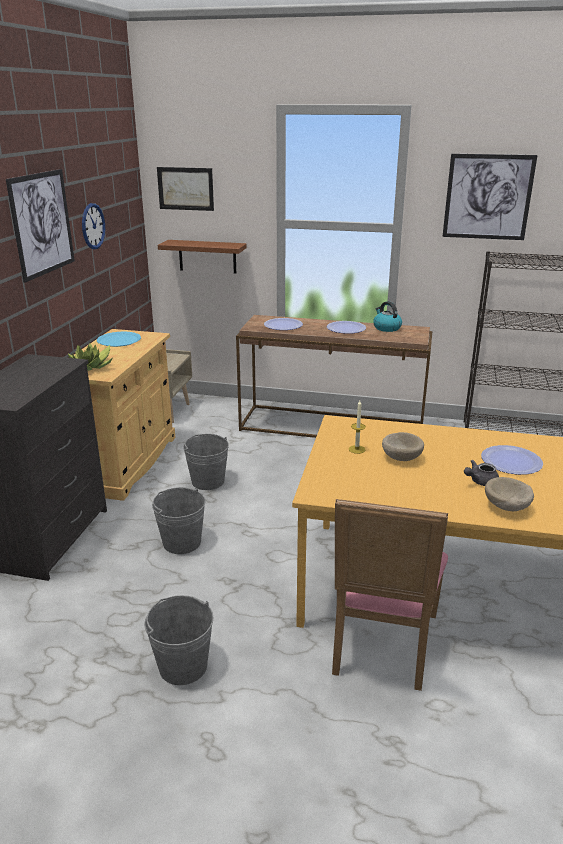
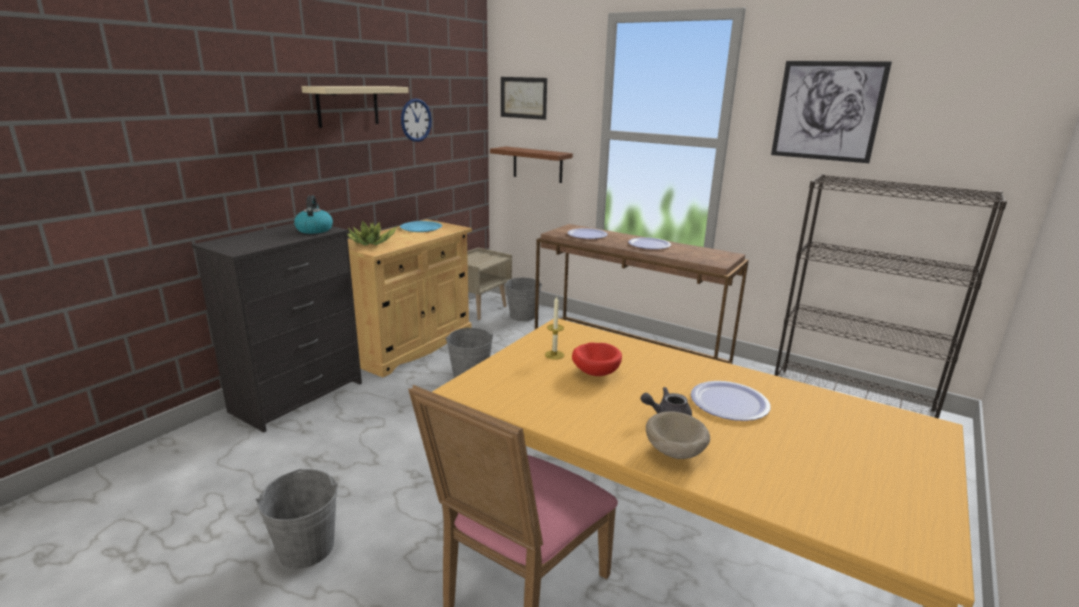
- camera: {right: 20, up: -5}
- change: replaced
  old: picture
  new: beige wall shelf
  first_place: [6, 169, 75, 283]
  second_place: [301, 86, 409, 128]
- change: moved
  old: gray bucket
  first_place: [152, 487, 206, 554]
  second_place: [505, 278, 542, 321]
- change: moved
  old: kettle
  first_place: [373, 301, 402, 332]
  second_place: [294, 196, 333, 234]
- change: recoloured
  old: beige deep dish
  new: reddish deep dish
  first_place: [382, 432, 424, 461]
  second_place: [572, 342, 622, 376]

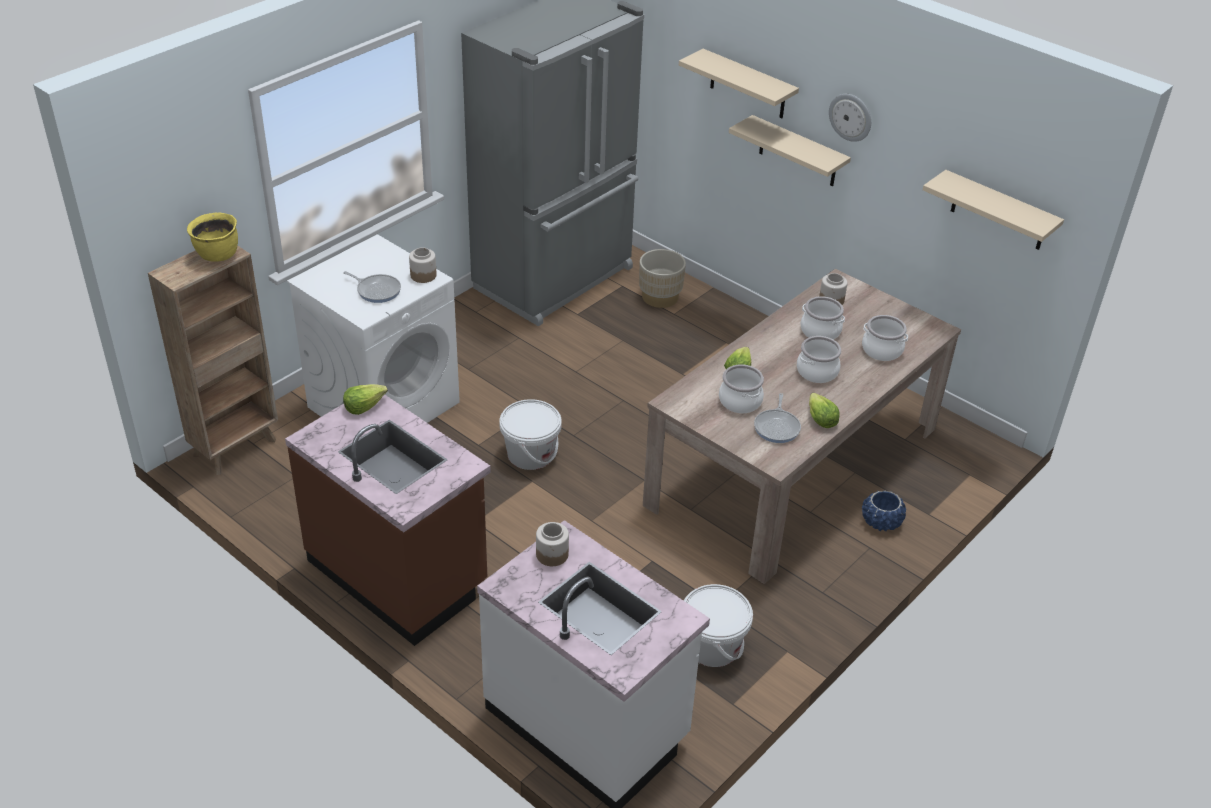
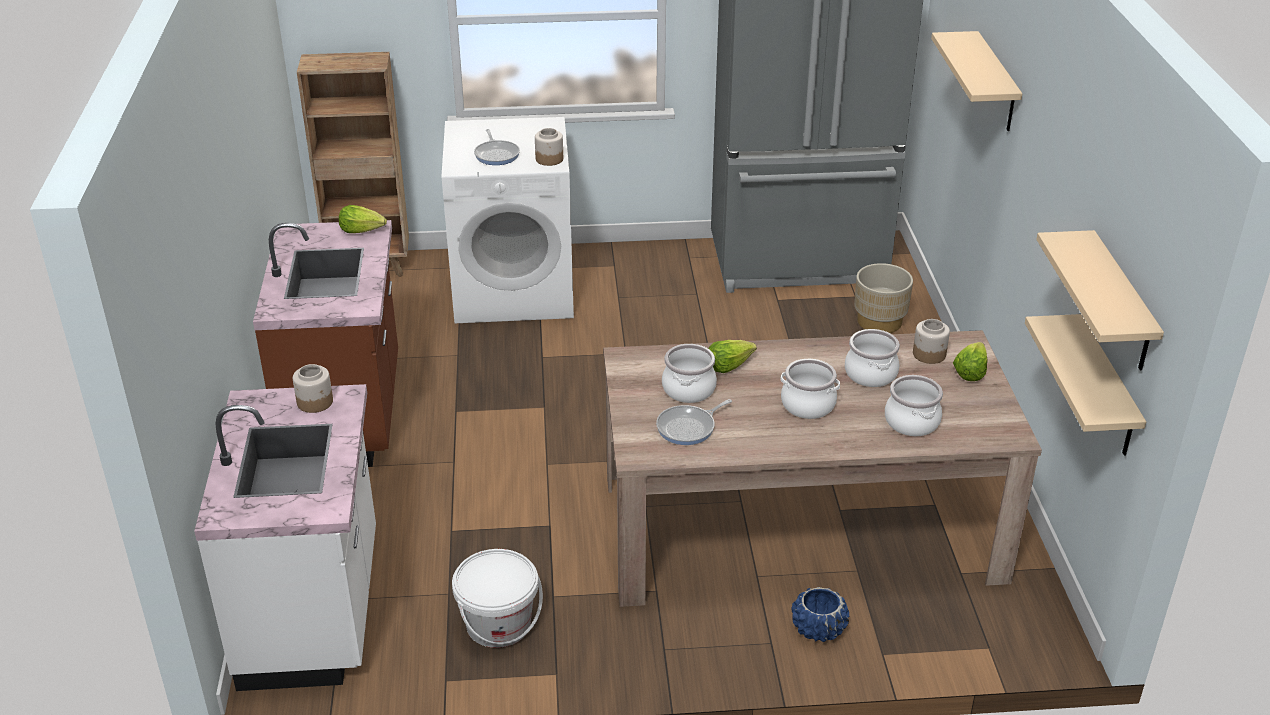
- camera: {right: 45, up: -5}
- change: removed
  old: yellow cooking pot
  first_place: [187, 212, 238, 262]
- change: removed
  old: white bucket
  first_place: [499, 399, 562, 470]
- change: moved
  old: beige wall shelf
  first_place: [729, 115, 851, 186]
  second_place: [1025, 314, 1146, 455]
- change: moved
  old: lettuce
  first_place: [809, 393, 839, 428]
  second_place: [953, 342, 988, 381]
- change: removed
  old: hanging clock
  first_place: [829, 94, 871, 142]

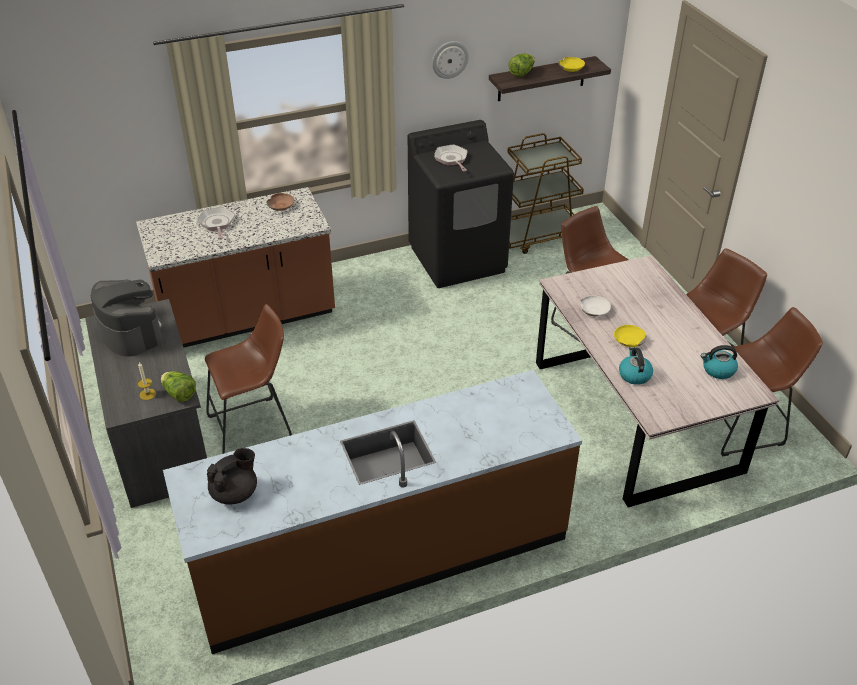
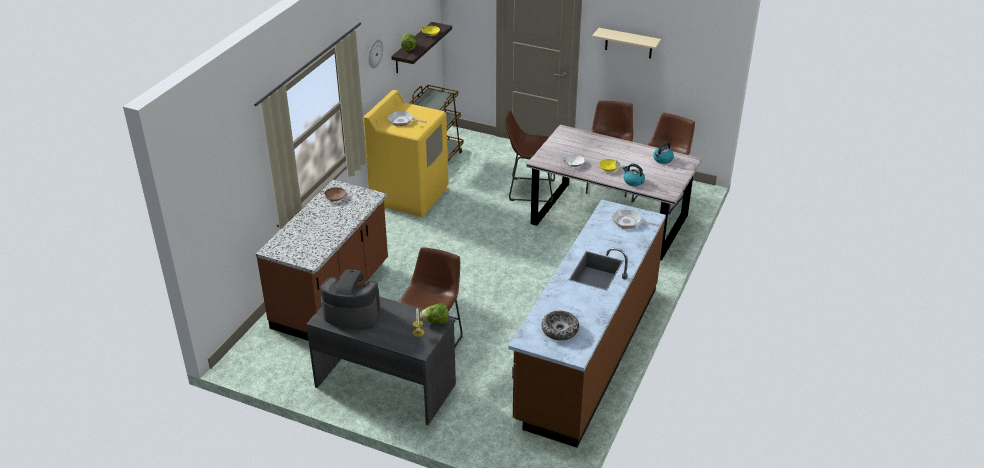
- camera: {right: -45, up: -5}
- change: moved
  old: skillet
  first_place: [197, 207, 235, 239]
  second_place: [612, 210, 659, 228]
- change: replaced
  old: black-coloured teapot
  new: deep dish
  first_place: [207, 448, 257, 505]
  second_place: [541, 311, 579, 340]
- change: recoloured
  old: black-coloured laundry appliance
  new: yellow laundry appliance
  first_place: [408, 120, 514, 288]
  second_place: [364, 90, 448, 217]
- change: added
  new: beige wall shelf
  second_place: [592, 28, 661, 58]

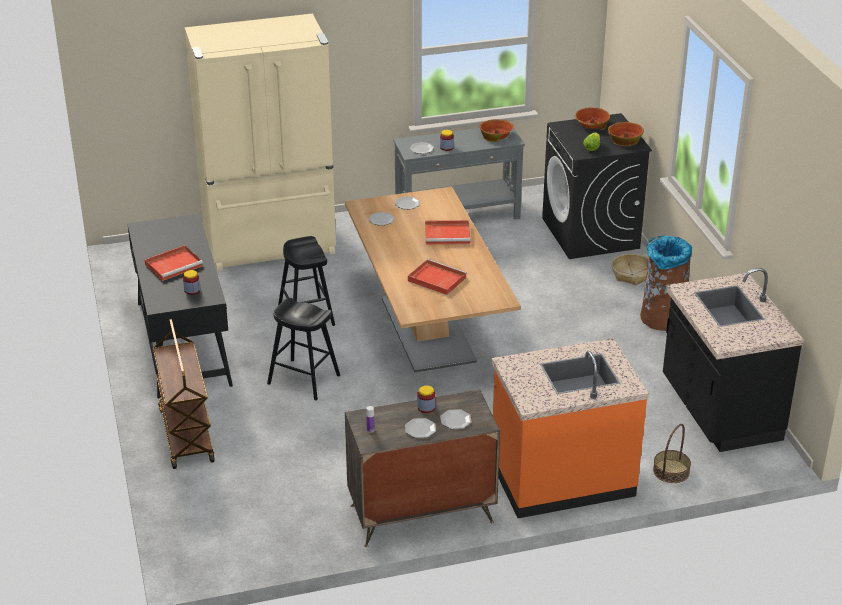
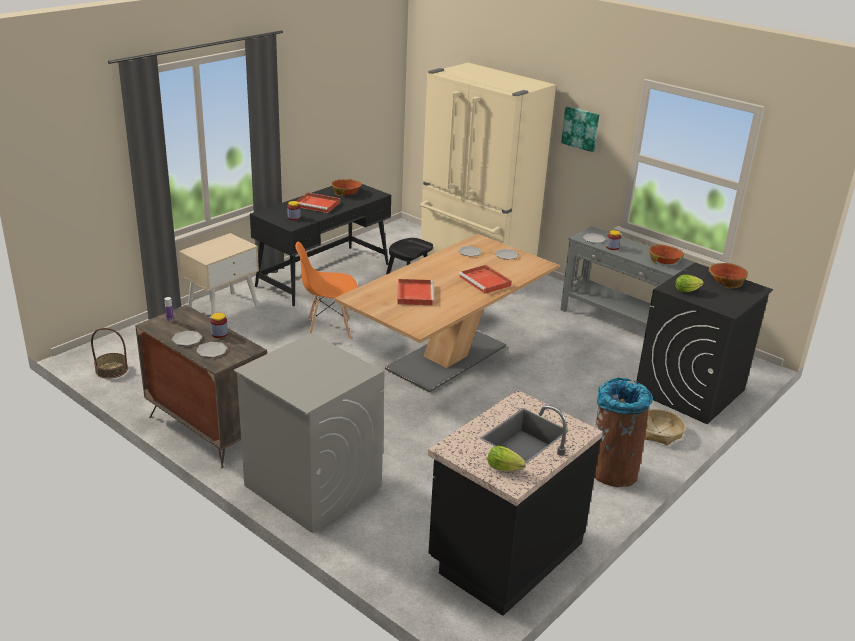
- camera: {right: 55, up: -5}
- change: replaced
  old: brownish trolley
  new: beige nightstand
  first_place: [153, 319, 215, 469]
  second_place: [179, 233, 259, 316]
- change: replaced
  old: black-coloured sitting stool
  new: orangey chair
  first_place: [267, 298, 340, 400]
  second_place: [295, 241, 358, 339]
- change: replaced
  old: orangey counter
  new: gray laundry appliance
  first_place: [492, 338, 649, 518]
  second_place: [234, 333, 385, 533]
- change: moved
  old: deep dish
  first_place: [608, 122, 644, 146]
  second_place: [332, 179, 362, 196]
- change: moved
  old: household basket
  first_place: [653, 424, 691, 483]
  second_place: [91, 328, 128, 379]
- change: added
  new: lettuce
  second_place: [488, 446, 526, 471]
- change: added
  new: picture
  second_place: [561, 106, 599, 152]

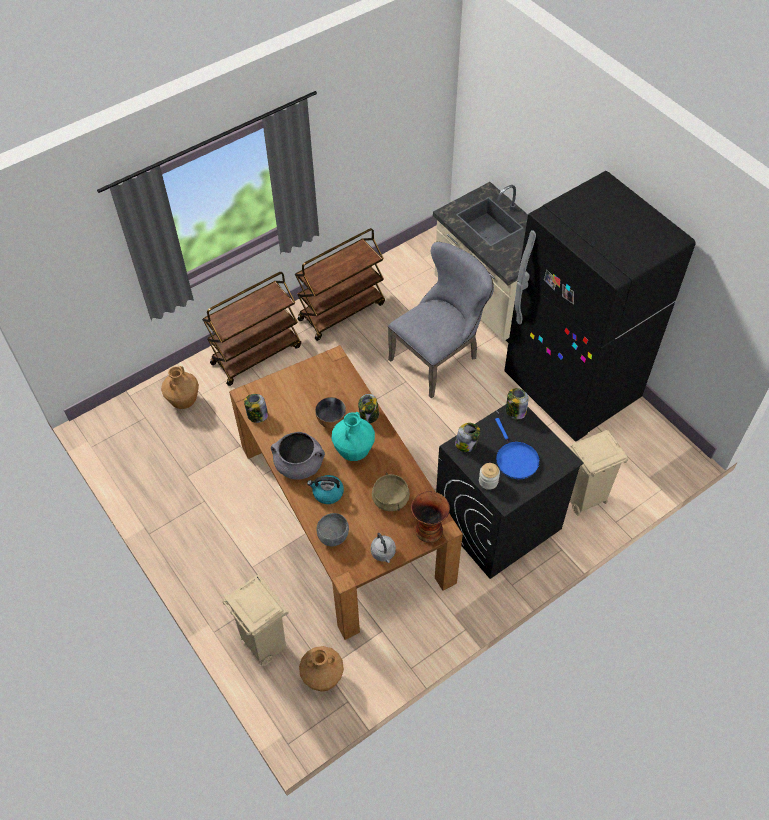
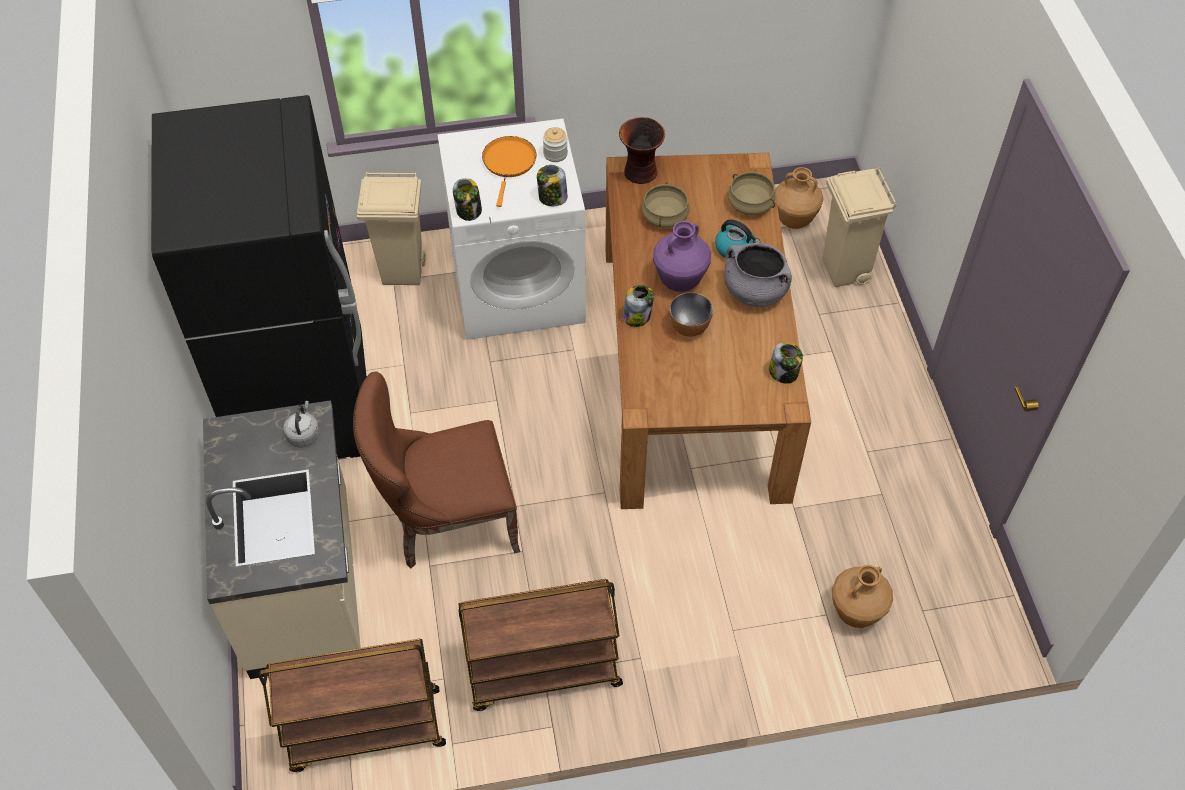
- camera: {right: -155, up: 0}
- change: moved
  old: brownish trolley
  first_place: [202, 272, 301, 386]
  second_place: [259, 639, 446, 772]
- change: replaced
  old: gray deep dish
  new: beige cooking pot
  first_place: [316, 513, 349, 546]
  second_place: [728, 172, 775, 215]
- change: recoloured
  old: blue-green decorative vase
  new: purple decorative vase
  first_place: [332, 412, 375, 461]
  second_place: [653, 221, 711, 292]
- change: moved
  old: gray kettle
  first_place: [371, 533, 396, 563]
  second_place: [283, 401, 320, 448]
- change: recoloured
  old: gray chair
  new: brownish chair
  first_place: [388, 242, 494, 398]
  second_place: [353, 371, 520, 568]
- change: recoloured
  old: black-coloured laundry appliance
  new: white laundry appliance
  first_place: [436, 405, 584, 579]
  second_place: [437, 119, 586, 340]
- change: recoloured
  old: blue-coloured skillet
  new: orangey skillet
  first_place: [495, 418, 540, 479]
  second_place: [482, 136, 537, 207]

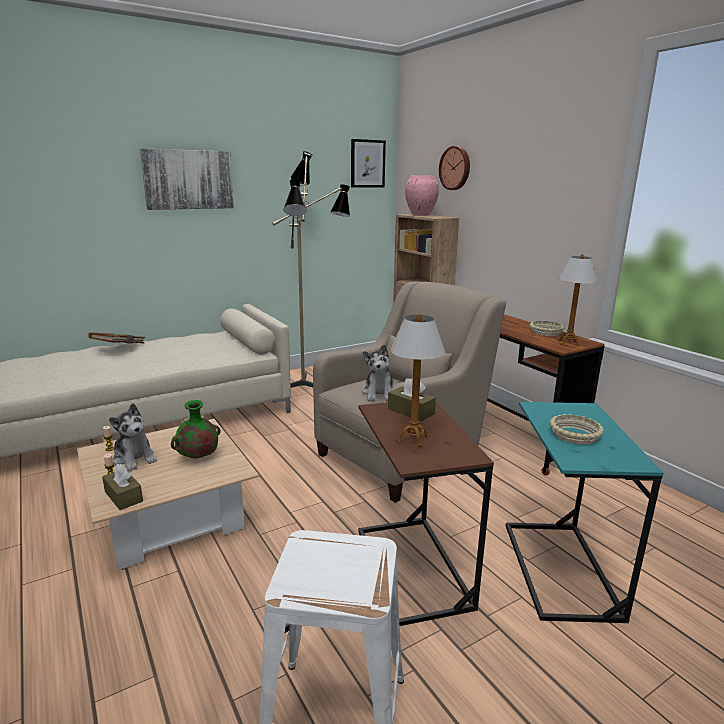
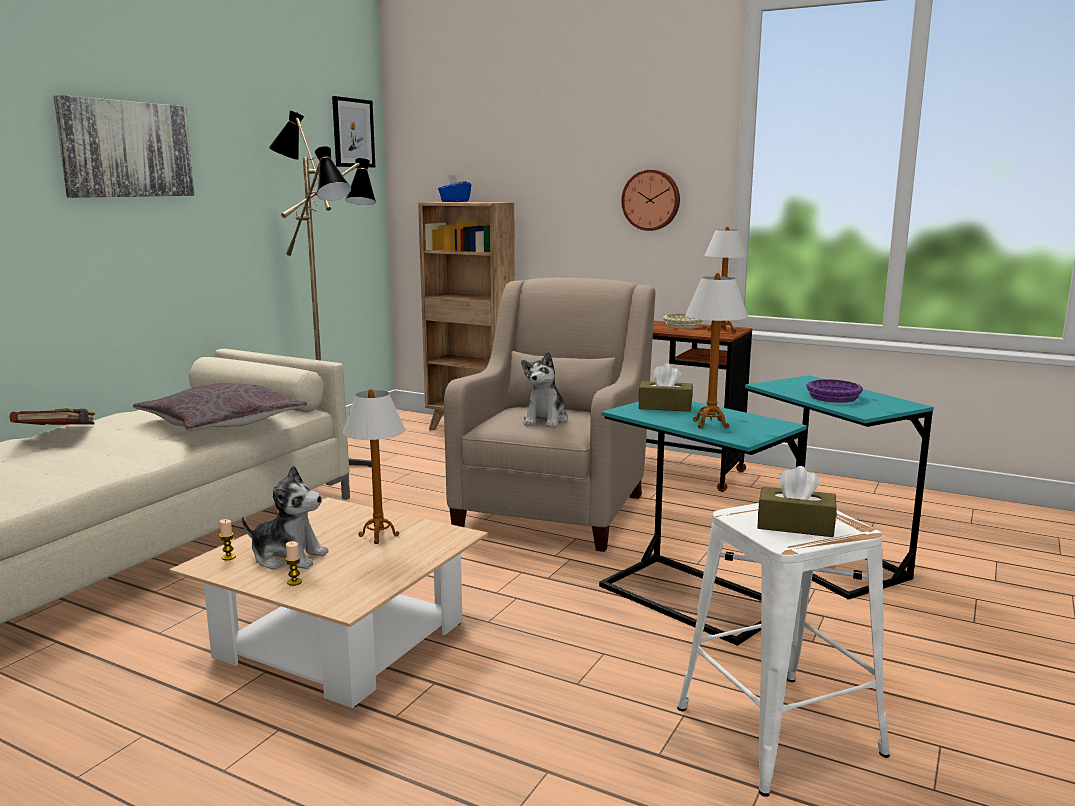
- camera: {right: -30, up: -5}
- change: moved
  old: brownish tissue holder
  first_place: [102, 464, 143, 510]
  second_place: [757, 466, 837, 537]
- change: replaced
  old: green decorative vase
  new: table lamp
  first_place: [171, 400, 220, 458]
  second_place: [342, 389, 405, 544]
- change: recoloured
  old: brownish accent table
  new: blue-green accent table
  first_place: [358, 402, 494, 626]
  second_place: [599, 401, 807, 646]
- change: turned
  old: cuddly toy
  first_place: [363, 345, 393, 401]
  second_place: [521, 352, 568, 428]
  degrees: 45
- change: replaced
  old: pink decorative vase
  new: blue-coloured tissue holder
  first_place: [405, 175, 439, 216]
  second_place: [438, 175, 471, 202]
- change: moved
  old: hanging clock
  first_place: [439, 146, 470, 190]
  second_place: [621, 170, 680, 231]
- change: recoloured
  old: beige deep dish
  new: purple deep dish
  first_place: [549, 414, 604, 445]
  second_place: [806, 379, 863, 403]
- change: added
  new: gray cushion
  second_place: [133, 383, 307, 431]

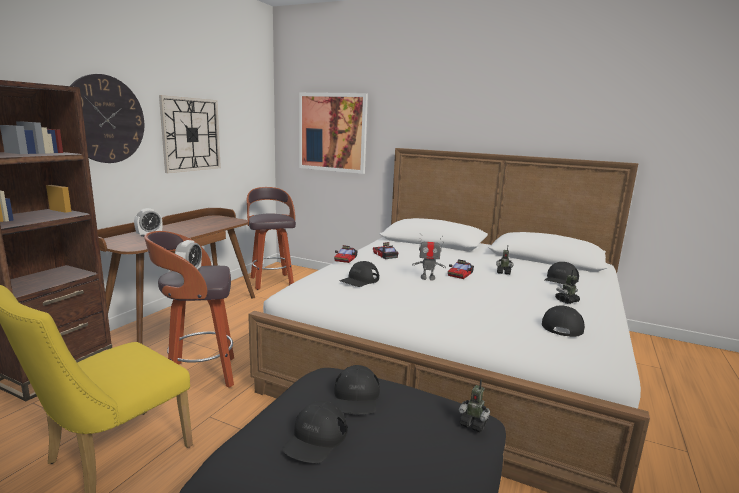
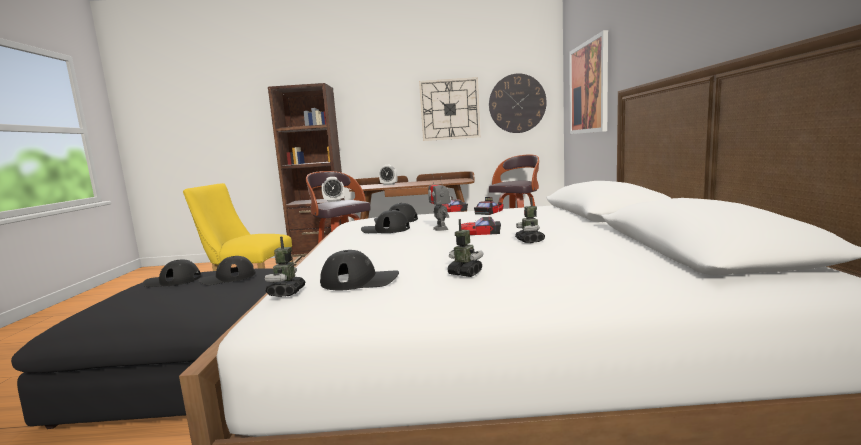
- camera: {right: 65, up: -5}
- change: moved
  old: hanging clock
  first_place: [70, 74, 144, 163]
  second_place: [489, 73, 547, 133]
- change: moved
  old: robot figure
  first_place: [459, 379, 490, 432]
  second_place: [265, 237, 305, 297]
- change: moved
  old: black-coloured cap
  first_place: [545, 262, 579, 284]
  second_place: [361, 210, 410, 233]

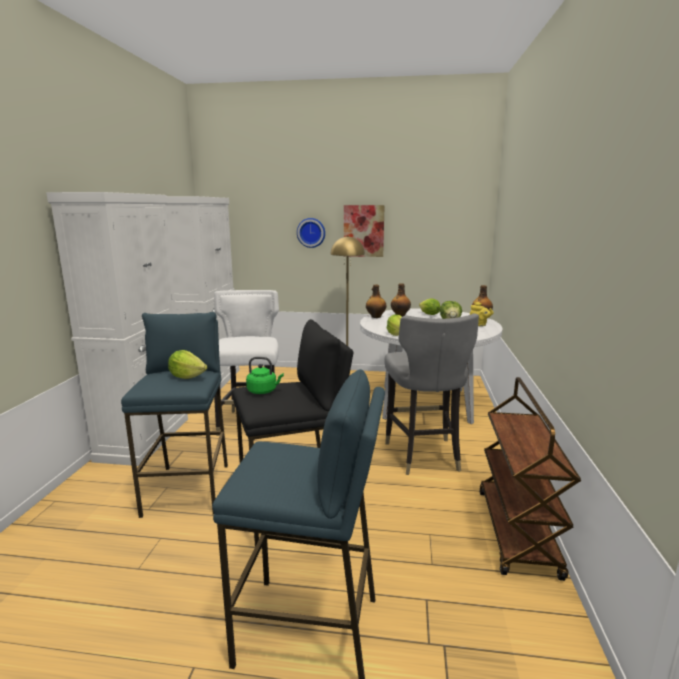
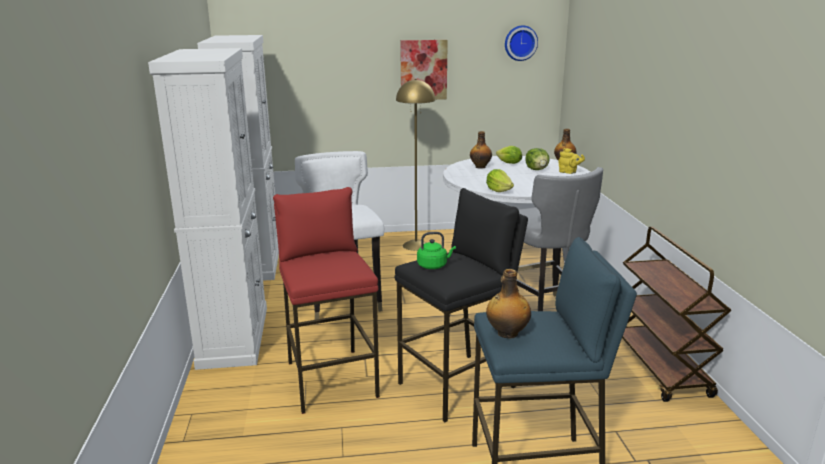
- camera: {right: -15, up: 5}
- change: recoloured
  old: blue-coloured sitting stool
  new: reddish sitting stool
  first_place: [121, 312, 228, 518]
  second_place: [273, 187, 380, 414]
- change: removed
  old: lettuce
  first_place: [168, 350, 207, 379]
- change: moved
  old: hanging clock
  first_place: [297, 218, 325, 248]
  second_place: [505, 25, 538, 61]
- change: moved
  old: beverage bottle
  first_place: [366, 285, 387, 318]
  second_place: [486, 269, 531, 339]

